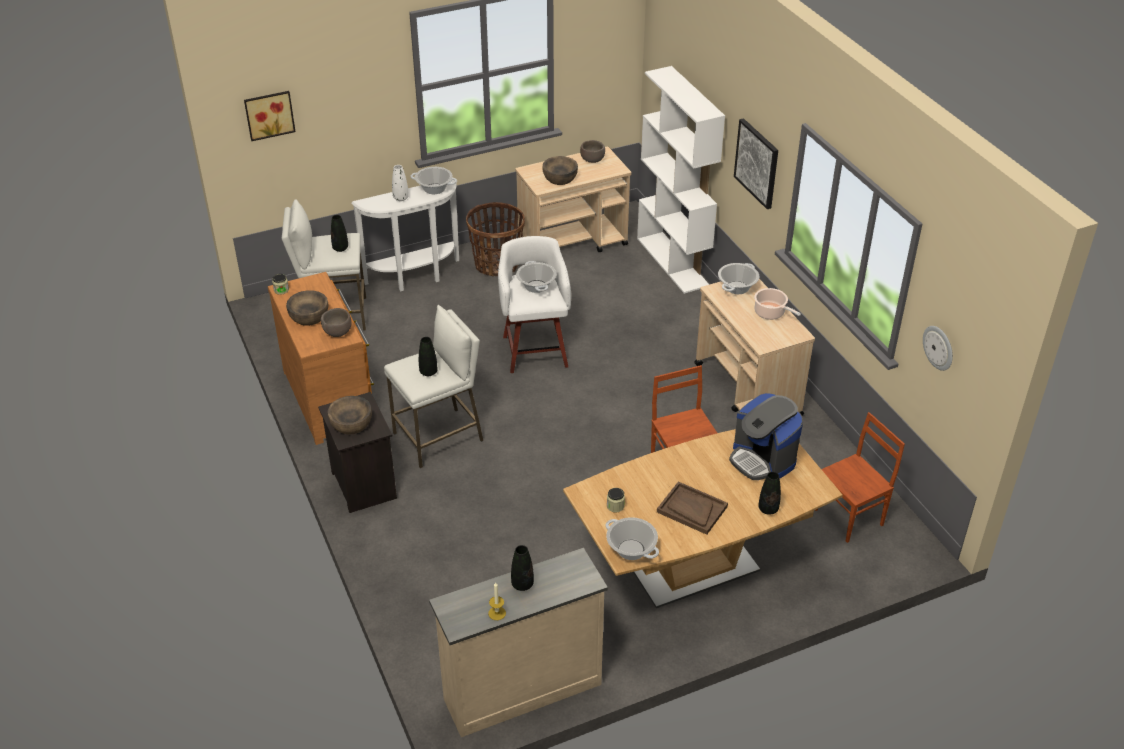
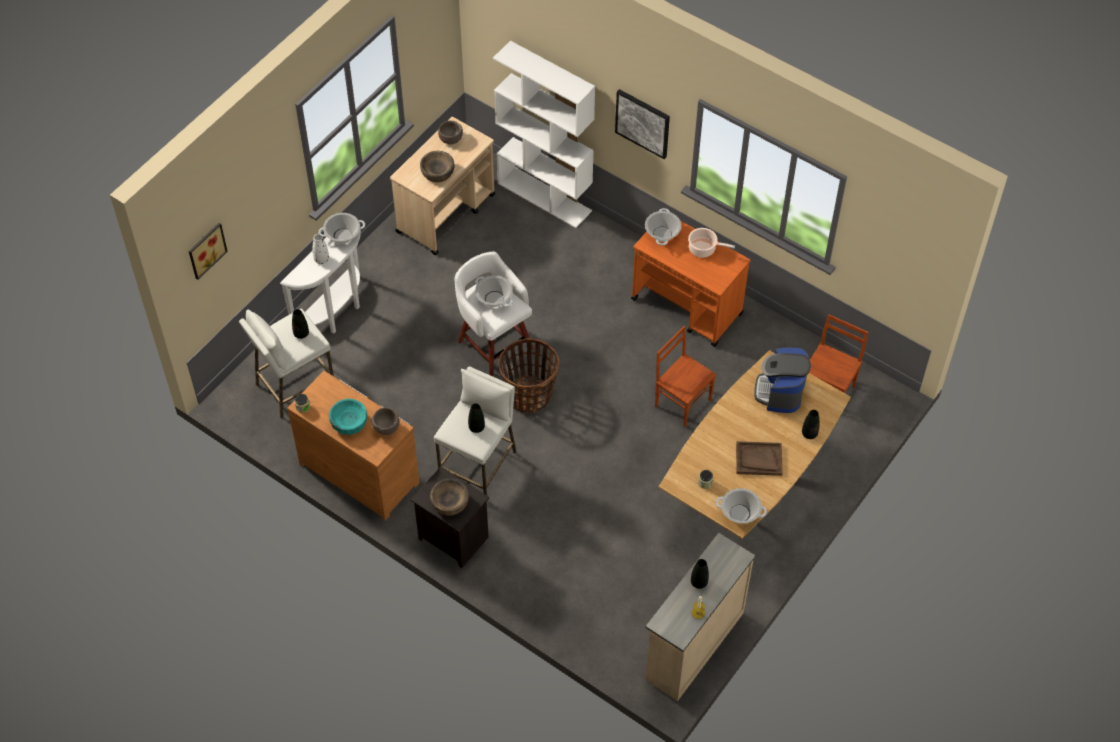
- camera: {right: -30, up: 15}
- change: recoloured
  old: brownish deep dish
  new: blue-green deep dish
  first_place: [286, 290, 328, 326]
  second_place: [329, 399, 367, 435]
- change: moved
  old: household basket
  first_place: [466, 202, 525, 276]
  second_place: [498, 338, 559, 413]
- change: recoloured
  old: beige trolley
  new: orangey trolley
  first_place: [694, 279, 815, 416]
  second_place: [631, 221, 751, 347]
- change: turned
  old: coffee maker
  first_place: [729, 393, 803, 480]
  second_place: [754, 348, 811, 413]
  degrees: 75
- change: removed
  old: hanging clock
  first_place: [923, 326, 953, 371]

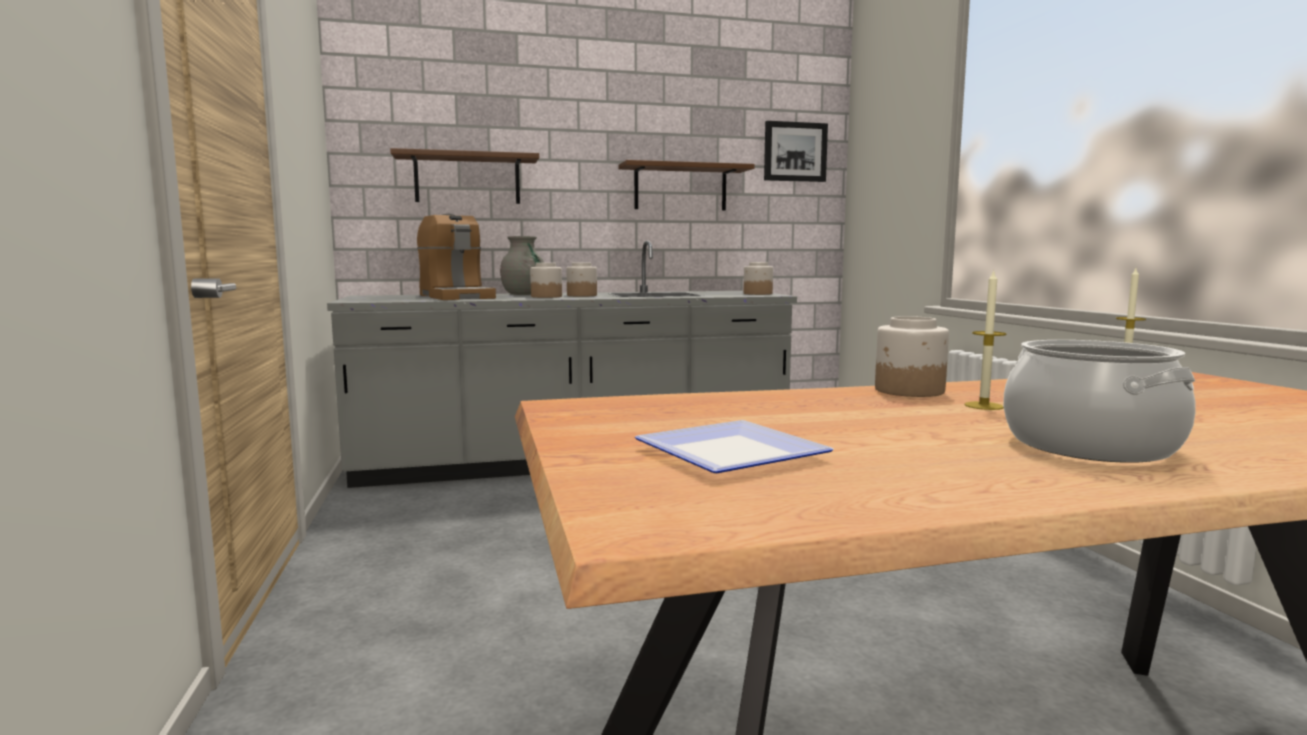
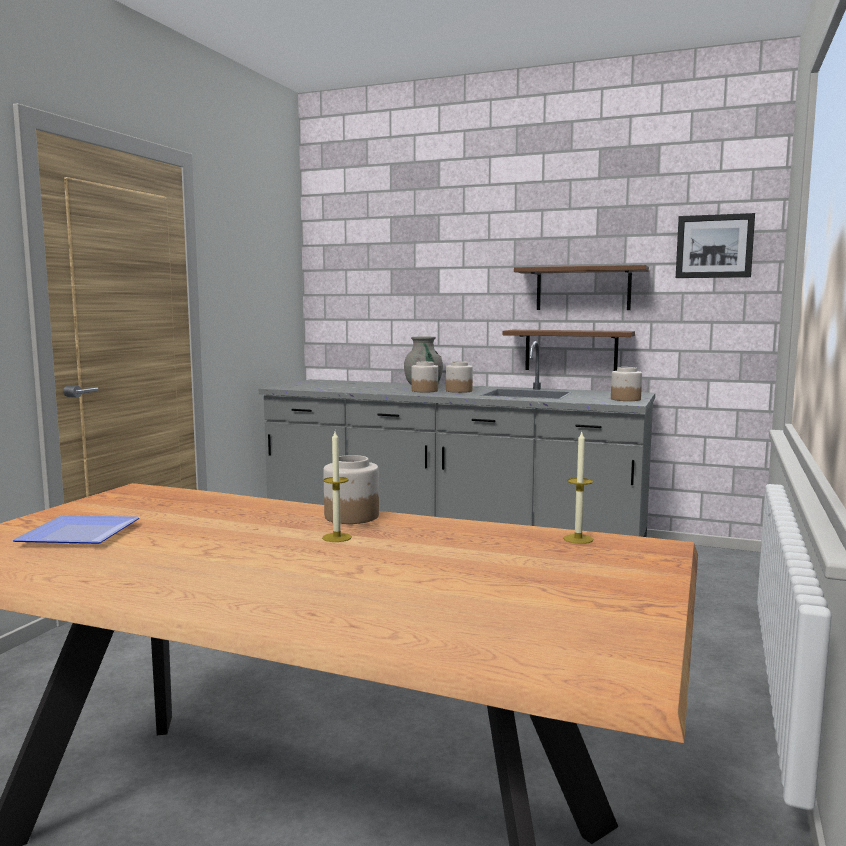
- camera: {right: 35, up: 0}
- change: moved
  old: brownish wall shelf
  first_place: [390, 148, 539, 204]
  second_place: [503, 330, 635, 371]
- change: removed
  old: coffee maker
  first_place: [417, 214, 496, 300]
- change: removed
  old: cooking pot
  first_place: [1003, 340, 1196, 462]

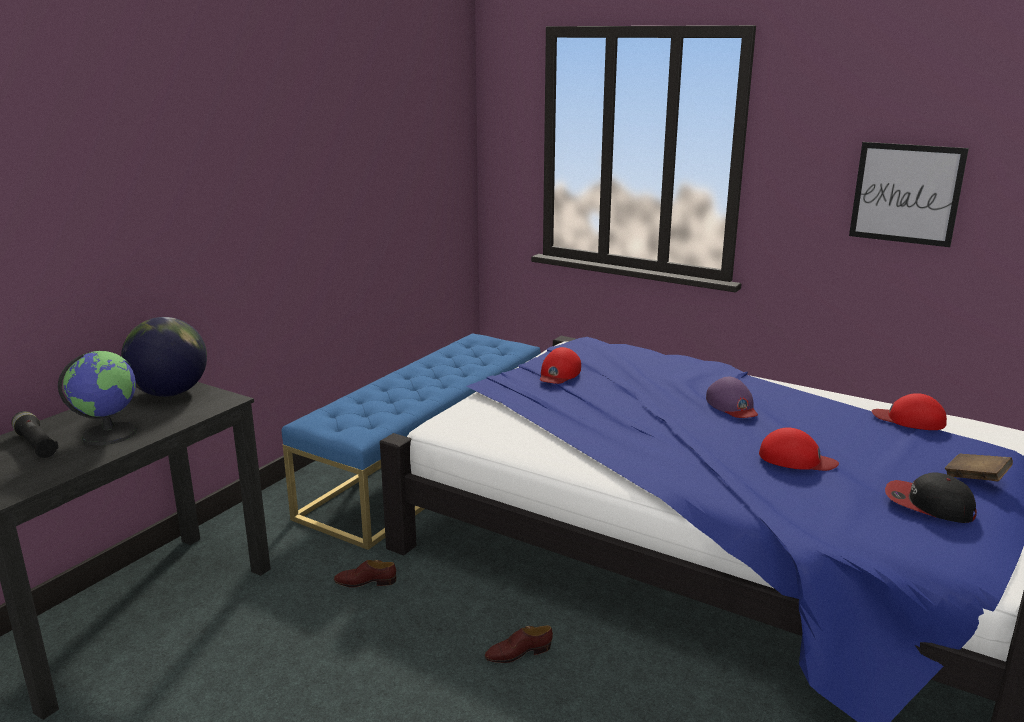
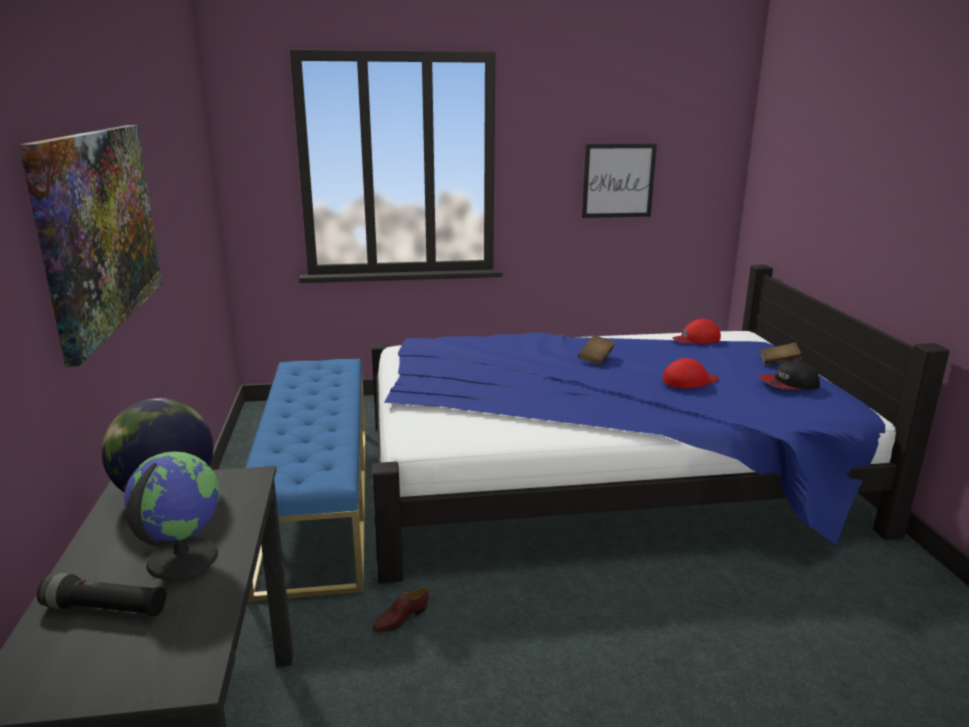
- camera: {right: -40, up: 0}
- change: removed
  old: brownish item of footwear
  first_place: [484, 625, 553, 663]
- change: removed
  old: reddish cap
  first_place: [540, 347, 581, 384]
- change: replaced
  old: purple cap
  new: brownish bound book
  first_place: [706, 377, 758, 418]
  second_place: [578, 335, 615, 365]
- change: added
  new: picture
  second_place: [19, 125, 162, 367]

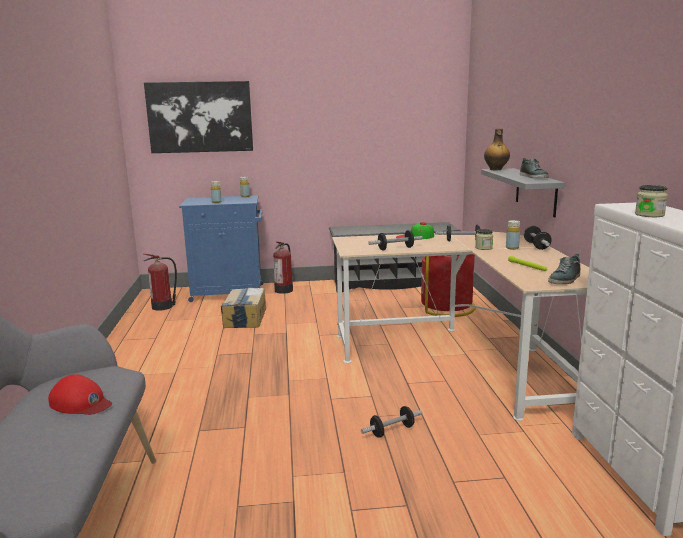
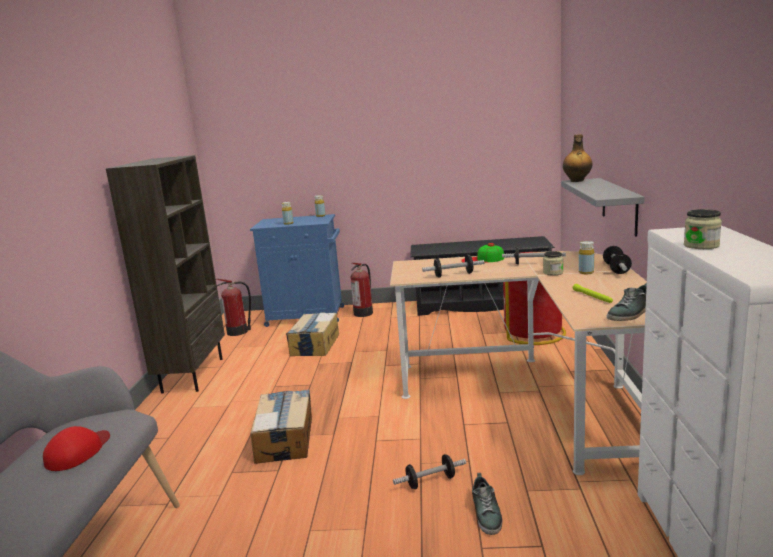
- camera: {right: 10, up: 0}
- change: turned
  old: reddish cap
  first_place: [48, 374, 112, 415]
  second_place: [43, 426, 110, 471]
  degrees: -105
- change: removed
  old: picture
  first_place: [144, 81, 253, 153]
- change: moved
  old: item of footwear
  first_place: [520, 158, 549, 178]
  second_place: [472, 473, 502, 535]
- change: added
  new: brownish shelving unit
  second_place: [106, 155, 225, 394]
- change: added
  new: carton
  second_place: [250, 390, 312, 464]

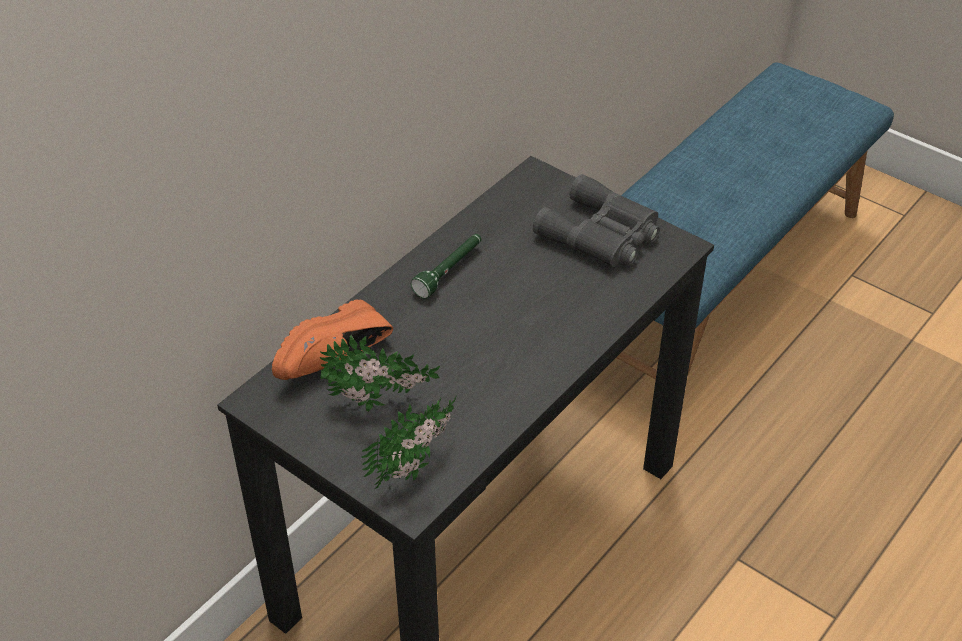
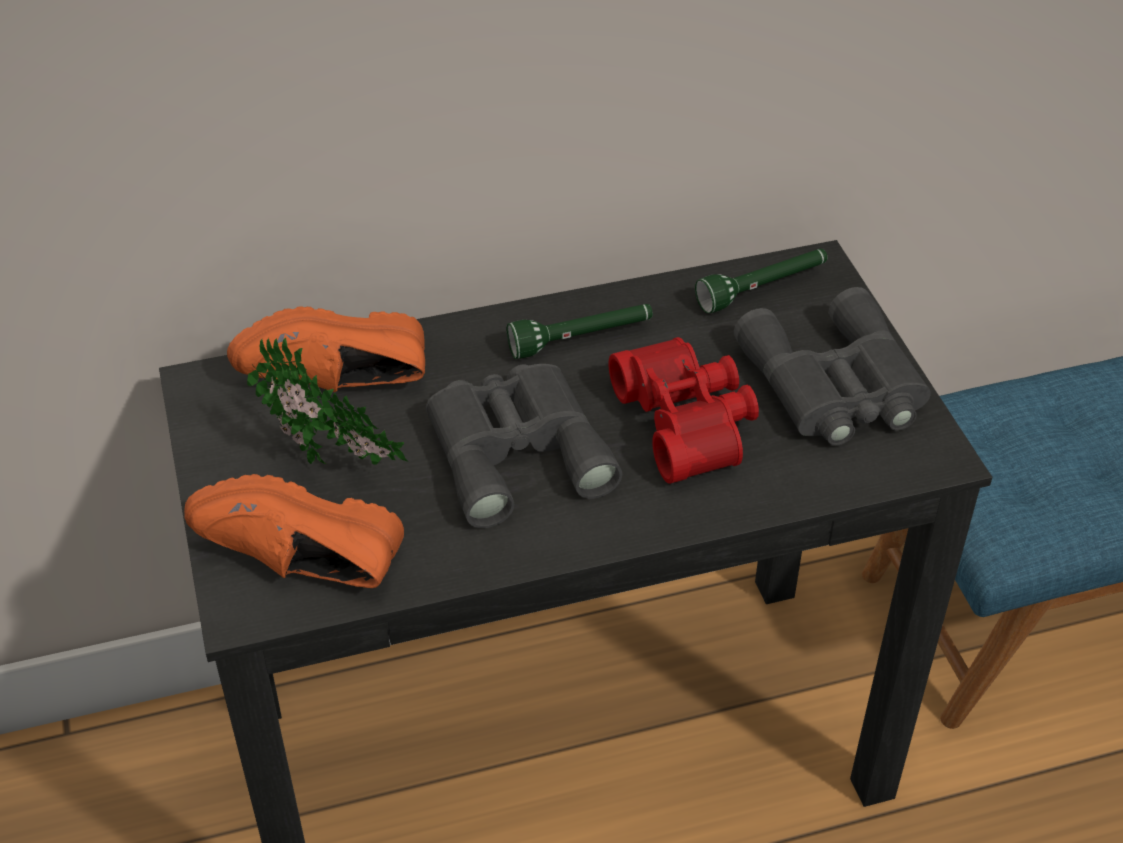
- camera: {right: 35, up: 0}
- change: replaced
  old: potted plant
  new: orangey item of footwear
  first_place: [362, 397, 456, 489]
  second_place: [184, 474, 404, 588]
- change: added
  new: gray binoculars
  second_place: [426, 364, 622, 528]
- change: added
  new: reddish binoculars
  second_place: [609, 337, 759, 484]
- change: added
  new: green flashlight
  second_place: [695, 249, 827, 313]

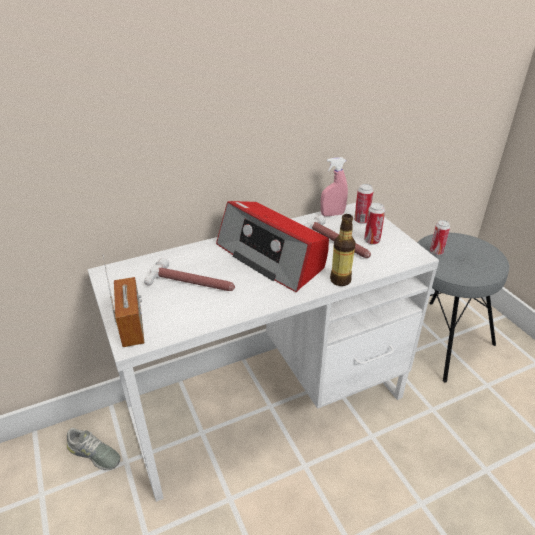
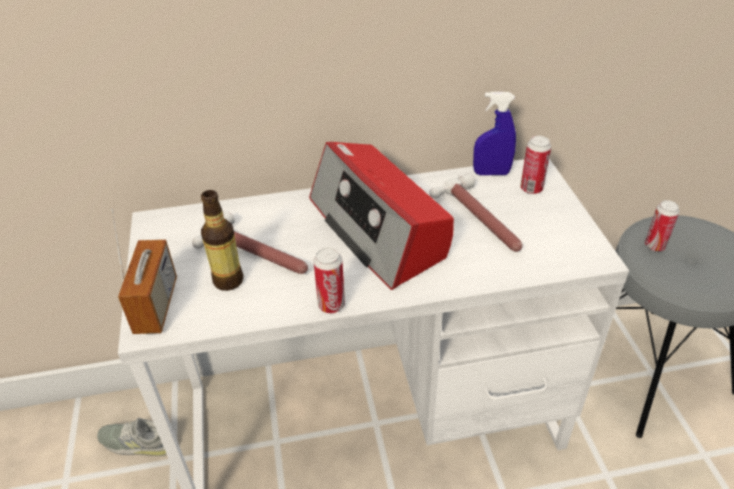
- camera: {right: 15, up: 5}
- change: turned
  old: gray item of footwear
  first_place: [66, 428, 120, 470]
  second_place: [97, 418, 167, 456]
  degrees: 150
- change: recoloured
  old: pink sprayer
  new: blue-coloured sprayer
  first_place: [321, 157, 348, 216]
  second_place: [473, 92, 516, 175]
- change: moved
  old: beverage bottle
  first_place: [330, 214, 356, 286]
  second_place: [201, 190, 244, 291]
- change: moved
  old: sealed can
  first_place: [364, 203, 385, 245]
  second_place: [314, 247, 345, 313]

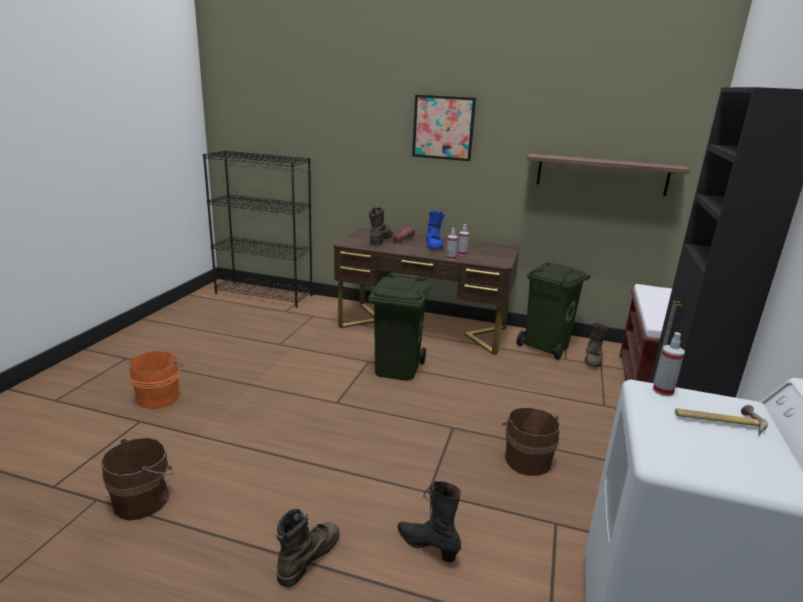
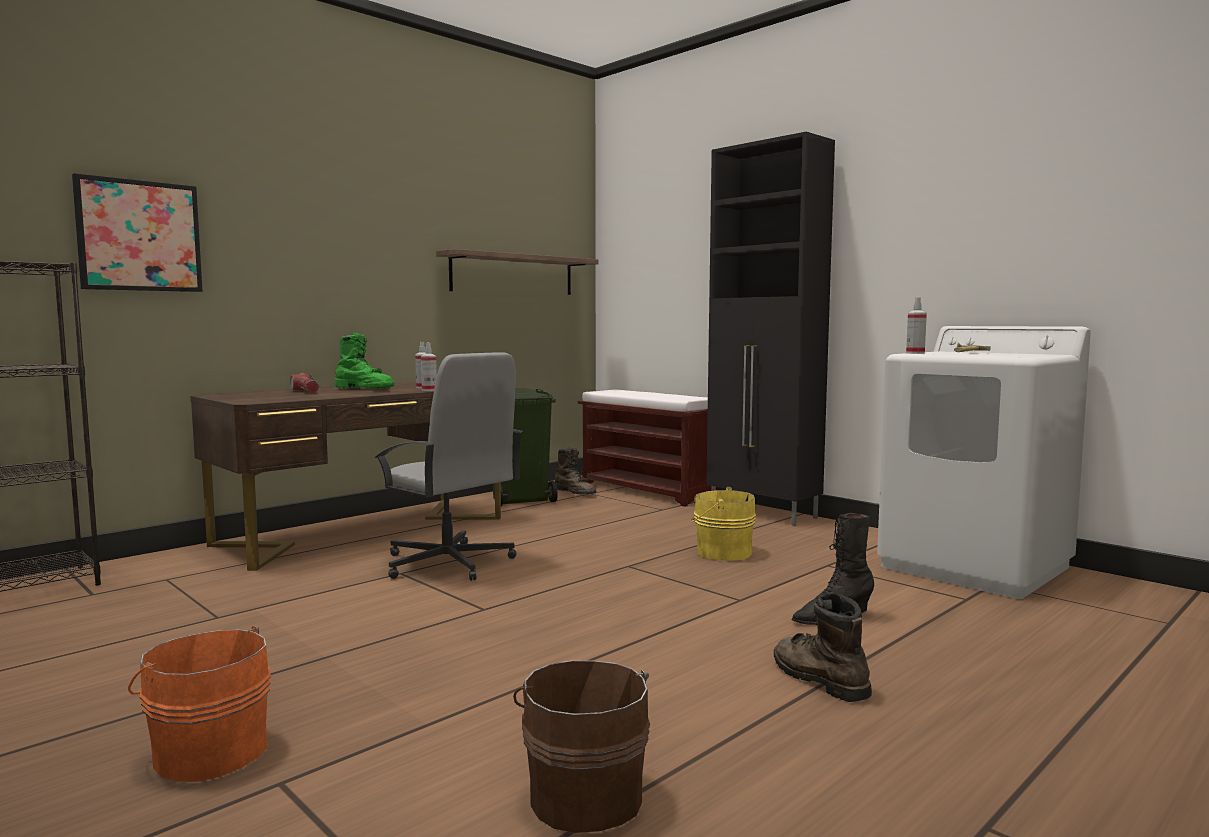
- camera: {right: -60, up: -15}
- change: replaced
  old: green waste bin
  new: gray computer chair
  first_place: [368, 274, 430, 381]
  second_place: [375, 352, 523, 581]
- change: removed
  old: brownish high-top boot
  first_place: [369, 207, 393, 245]
- change: moved
  old: picture
  first_place: [412, 95, 476, 161]
  second_place: [72, 173, 203, 292]
- change: recoloured
  old: blue-coloured high-top boot
  new: green high-top boot
  first_place: [426, 210, 444, 249]
  second_place: [334, 333, 394, 389]
- change: recoloured
  old: brownish bucket
  new: yellow bucket
  first_place: [502, 407, 560, 476]
  second_place: [692, 487, 756, 561]

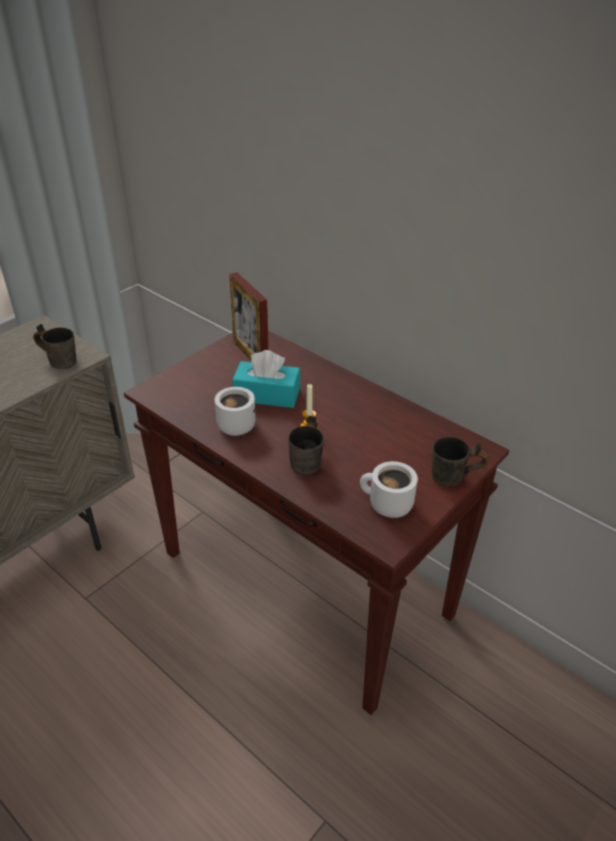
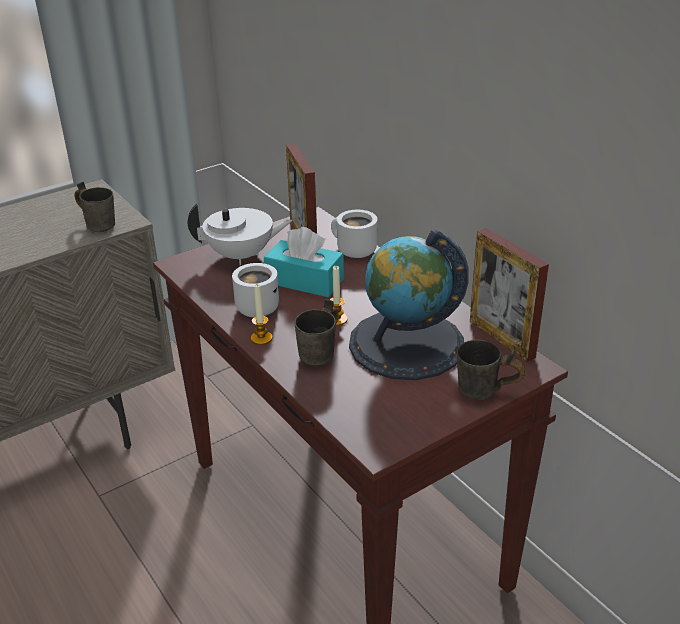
- camera: {right: 15, up: -5}
- change: moved
  old: white tea mug
  first_place: [360, 461, 418, 518]
  second_place: [331, 210, 377, 258]
- change: added
  new: white teapot
  second_place: [188, 204, 293, 265]
- change: added
  new: wax light
  second_place: [251, 284, 272, 345]
- change: added
  new: globe
  second_place: [349, 230, 469, 380]
- change: added
  new: standing frame
  second_place: [470, 228, 549, 362]

